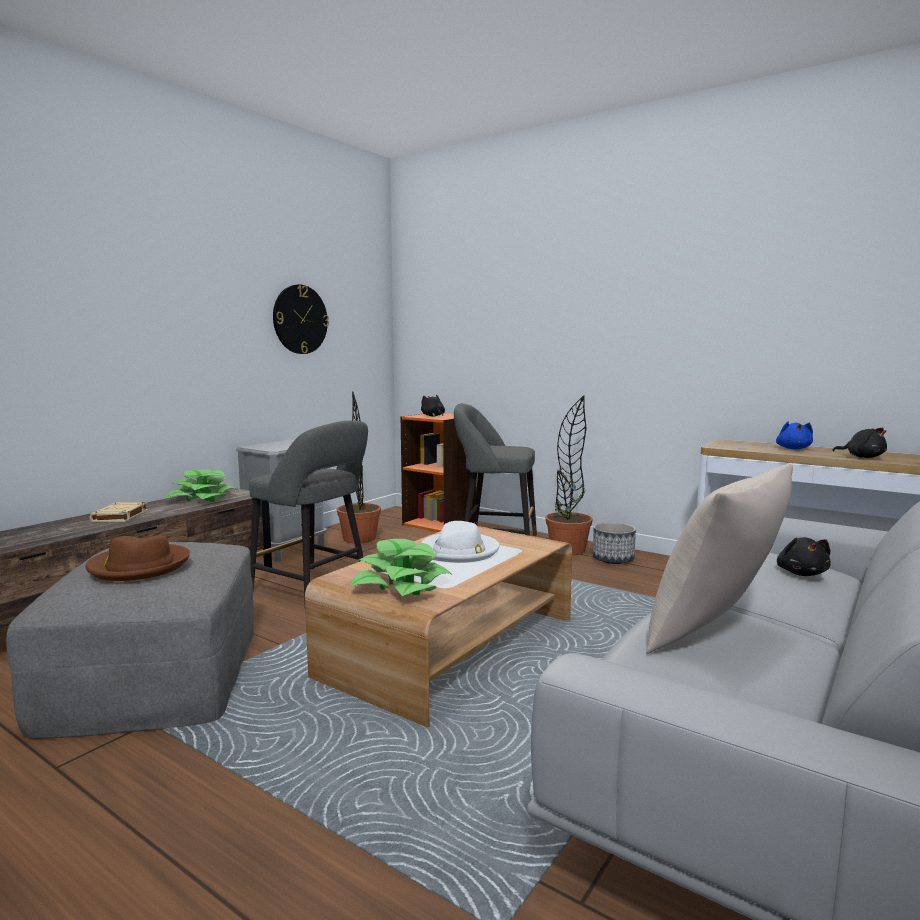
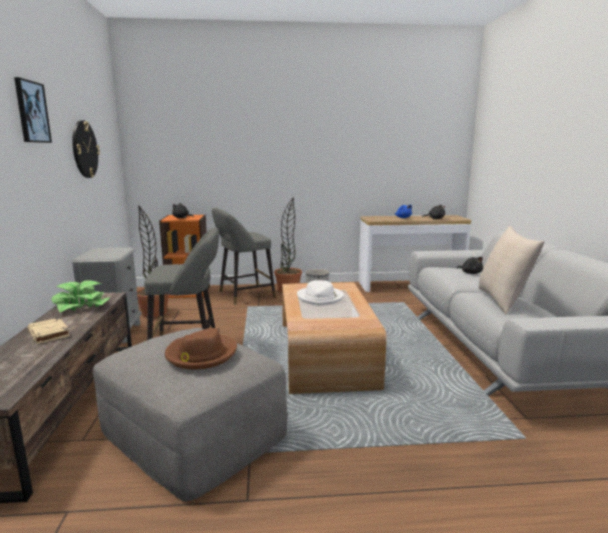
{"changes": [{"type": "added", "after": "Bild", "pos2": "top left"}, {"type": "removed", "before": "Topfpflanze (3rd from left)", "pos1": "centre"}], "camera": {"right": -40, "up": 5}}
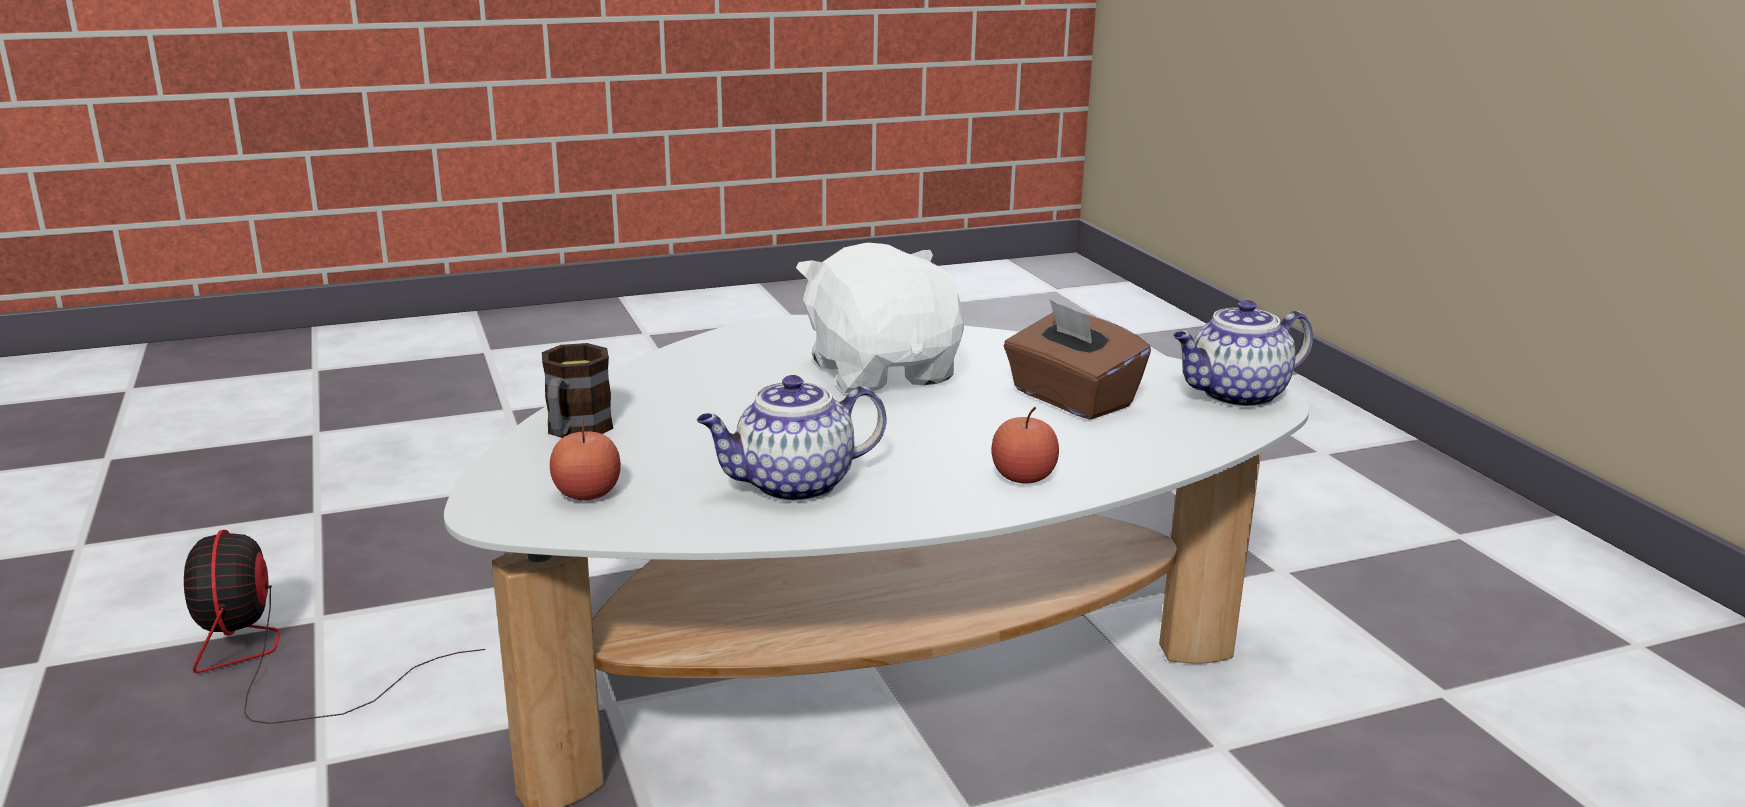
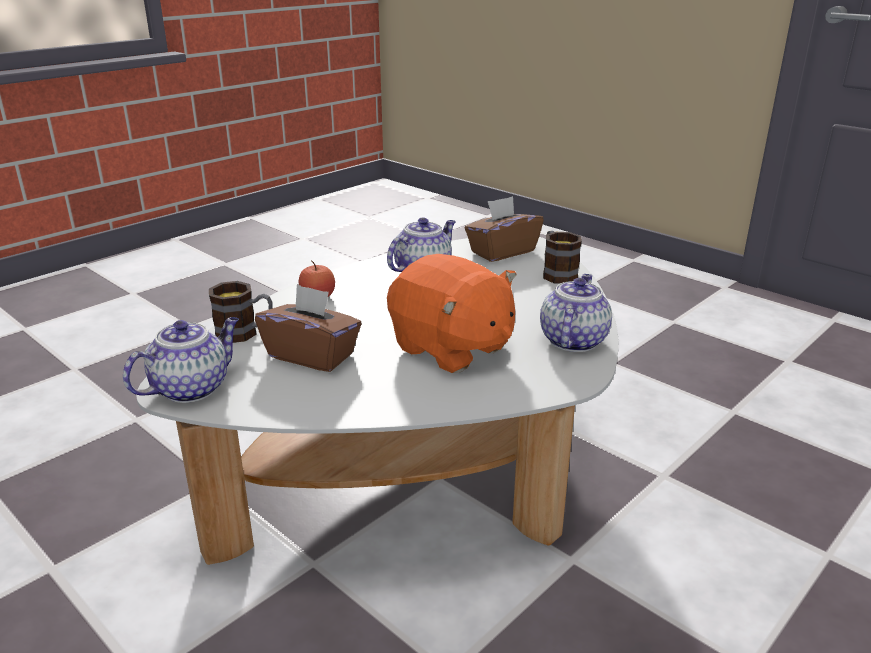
{"changes": [{"type": "added", "after": "Henkelbecher (1st from left)", "pos2": "middle left"}, {"type": "recoloured", "before": "Plüschtier [weiß]", "after": "Plüschtier [orange]", "pos1": "centre", "pos2": "centre"}, {"type": "replaced", "before": "Apfel (1st from left)", "after": "Taschentuchbox [braun] (2nd from left)", "pos1": "centre", "pos2": "centre"}, {"type": "added", "after": "Teekanne (3rd from left)", "pos2": "centre"}, {"type": "removed", "before": "Ventilator", "pos1": "bottom left"}], "camera": {"right": 155, "up": 5}}
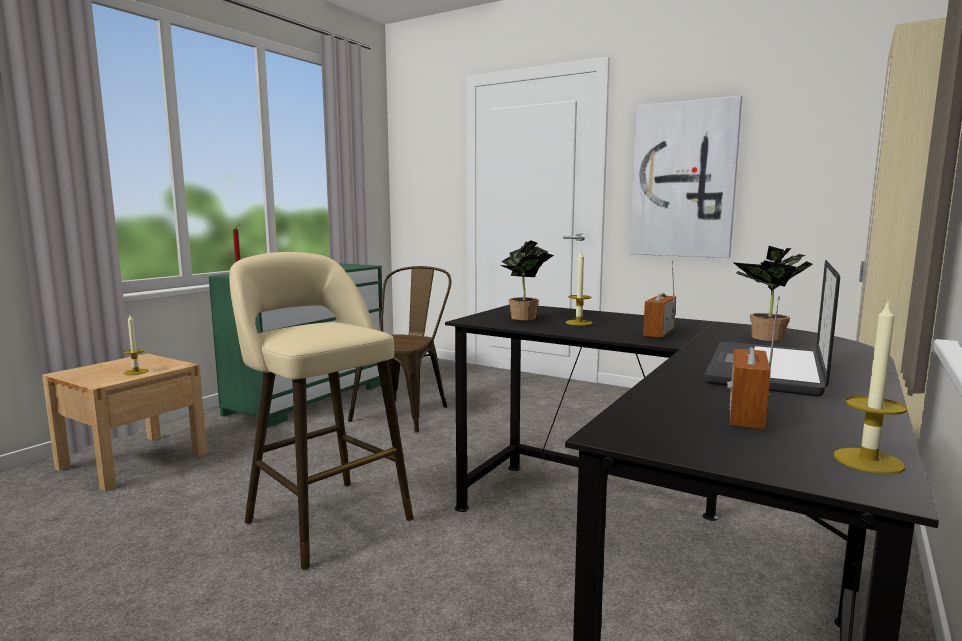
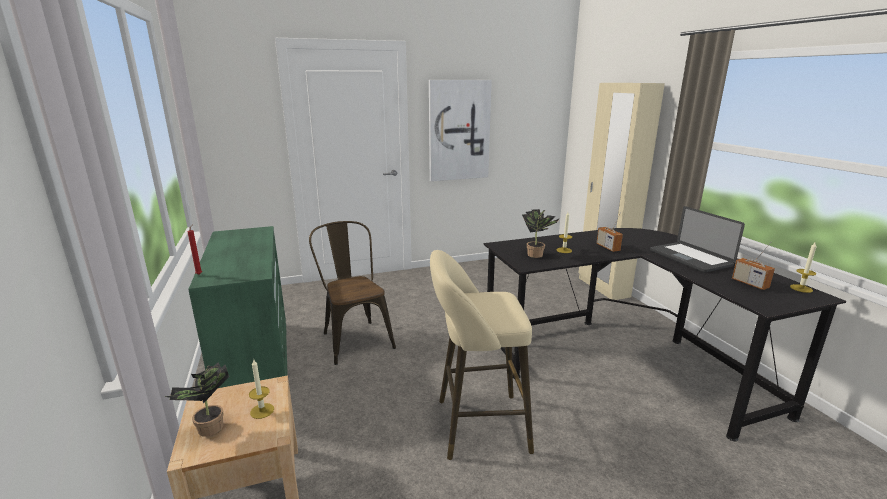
{"changes": [{"type": "moved", "before": "Topfpflanze (2nd from left in the first image)", "after": "Topfpflanze (1st from left)", "pos1": "middle right", "pos2": "bottom left"}], "camera": {"right": -50, "up": 10}}
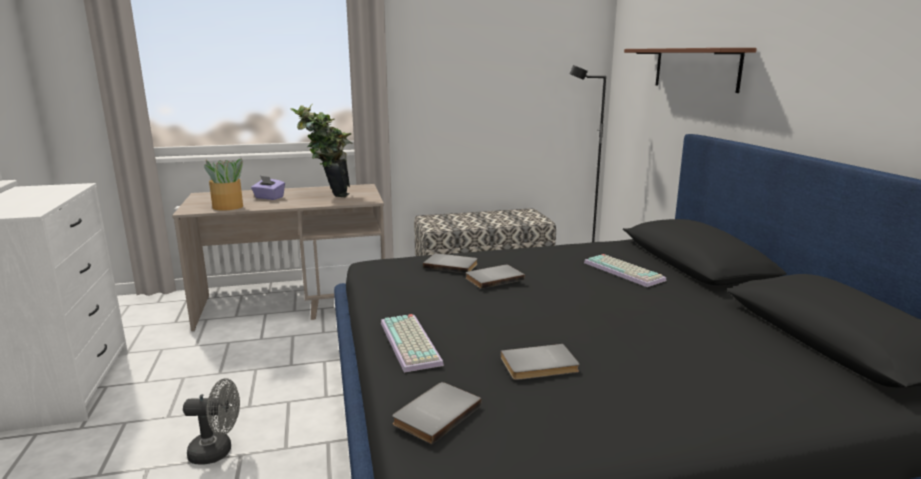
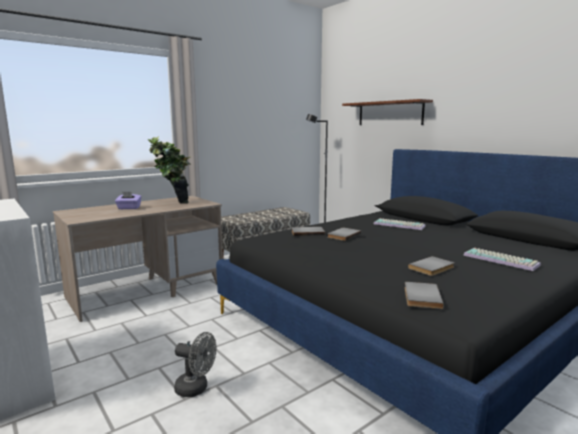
{"changes": [{"type": "turned", "before": "Ventilator [grau]", "pos1": "bottom left", "pos2": "bottom centre", "turn": 45}, {"type": "moved", "before": "Tastatur (1st from left in the first image)", "after": "Tastatur (2nd from left)", "pos1": "bottom centre", "pos2": "middle right"}, {"type": "removed", "before": "Topfpflanze (1st from left)", "pos1": "middle left"}], "camera": {"right": -25, "up": -5}}
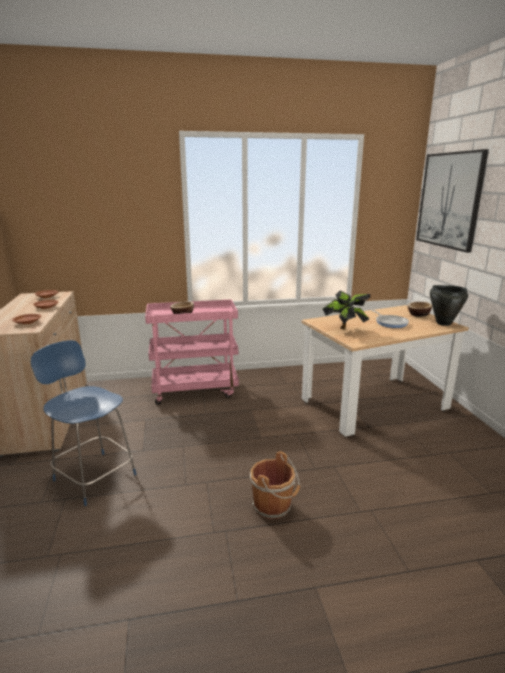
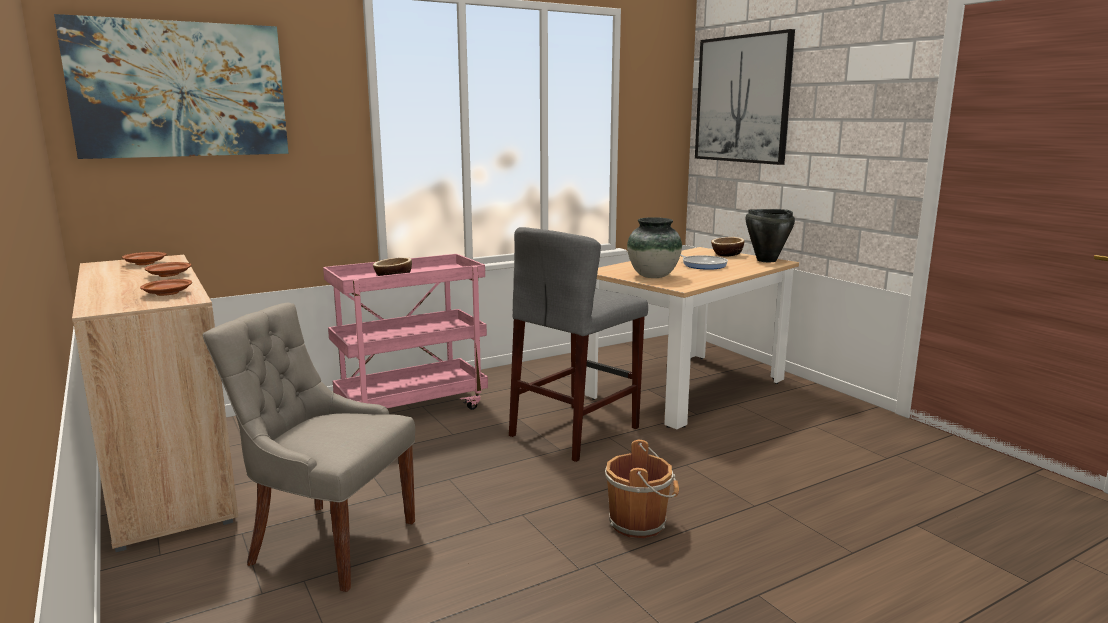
{"changes": [{"type": "added", "after": "Bild (1st from left)", "pos2": "top left"}, {"type": "replaced", "before": "Hocker [blau]", "after": "Stuhl [grau]", "pos1": "middle left", "pos2": "bottom left"}, {"type": "added", "after": "Hocker [grau]", "pos2": "centre"}, {"type": "replaced", "before": "Topfpflanze", "after": "Vase", "pos1": "middle right", "pos2": "centre"}], "camera": {"right": -20, "up": -5}}
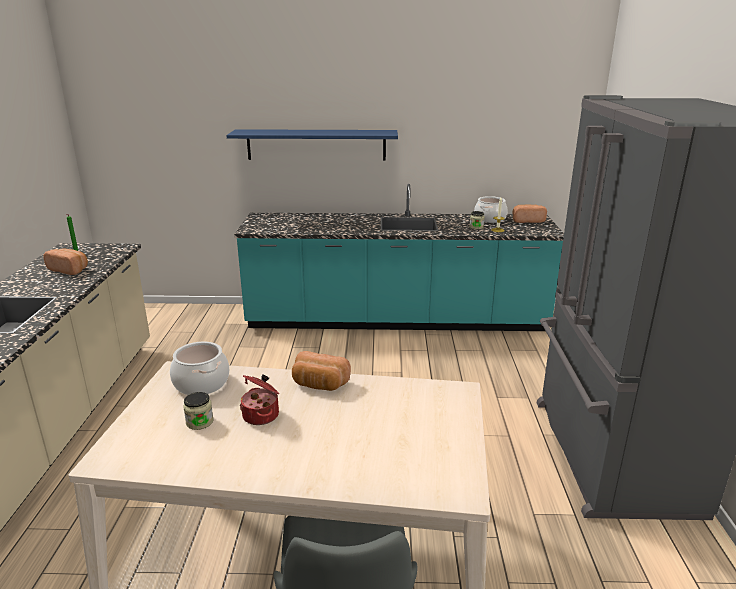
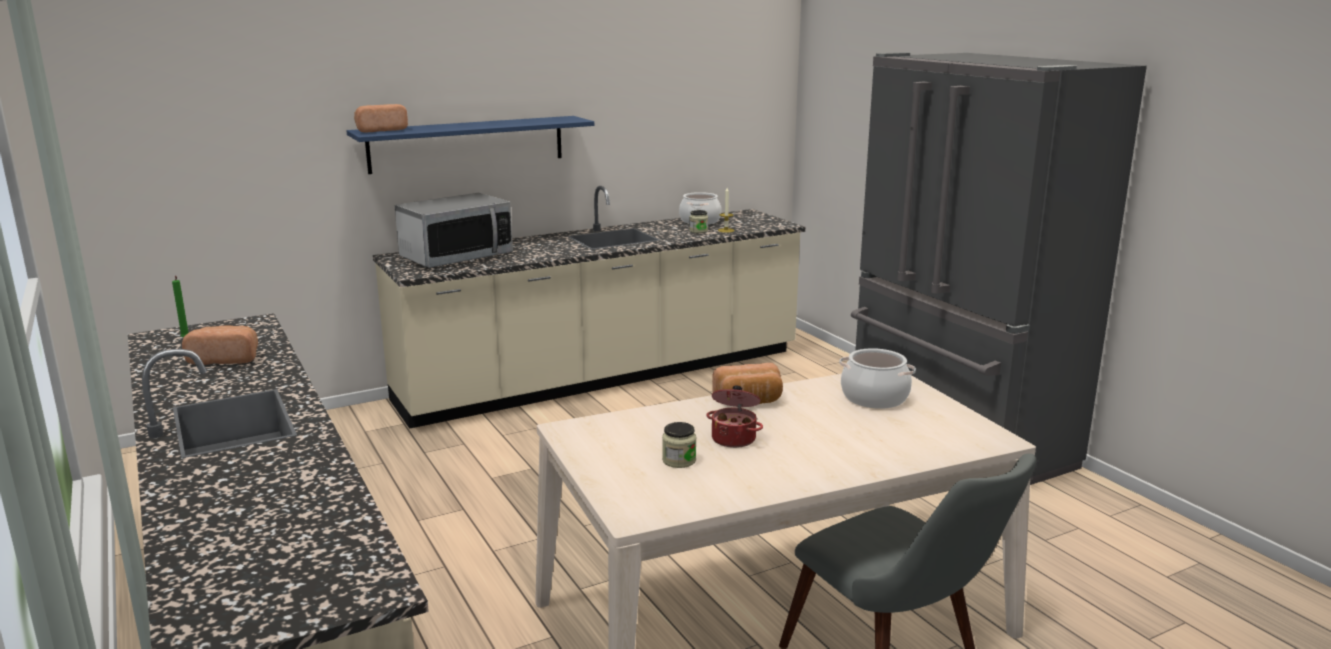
{"changes": [{"type": "moved", "before": "Brot (3rd from left in the first image)", "after": "Brot (2nd from left)", "pos1": "middle right", "pos2": "top left"}, {"type": "recoloured", "before": "Küchenzeile [türkis]", "after": "Küchenzeile [beige] (2nd from left)", "pos1": "centre", "pos2": "centre"}, {"type": "added", "after": "Mikrowelle", "pos2": "centre"}, {"type": "moved", "before": "Kochtopf (1st from left in the first image)", "after": "Kochtopf (3rd from left)", "pos1": "middle left", "pos2": "centre"}], "camera": {"right": -30, "up": -5}}
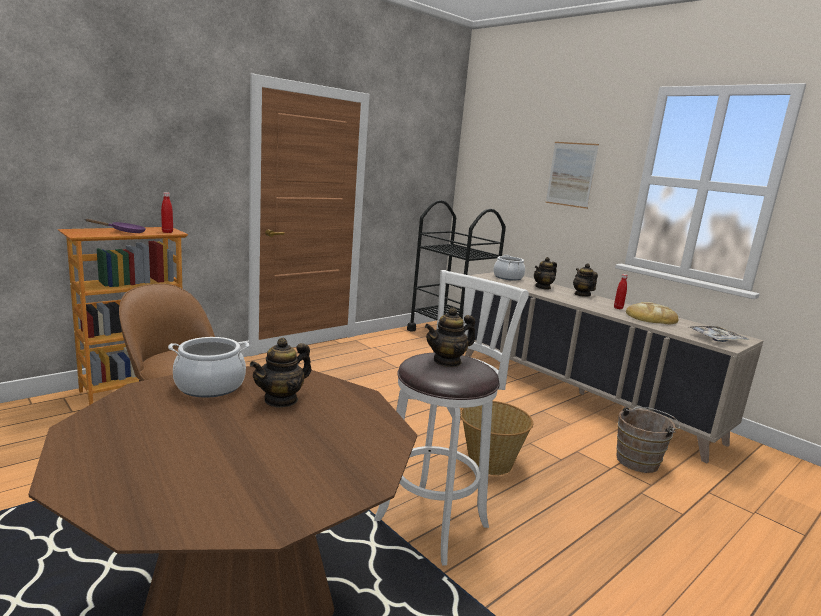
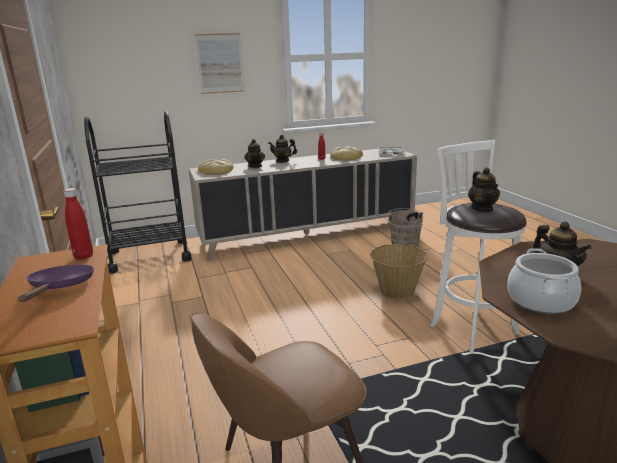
{"changes": [{"type": "replaced", "before": "Kochtopf (2nd from left)", "after": "Brot (1st from left)", "pos1": "centre", "pos2": "centre"}], "camera": {"right": -65, "up": 5}}
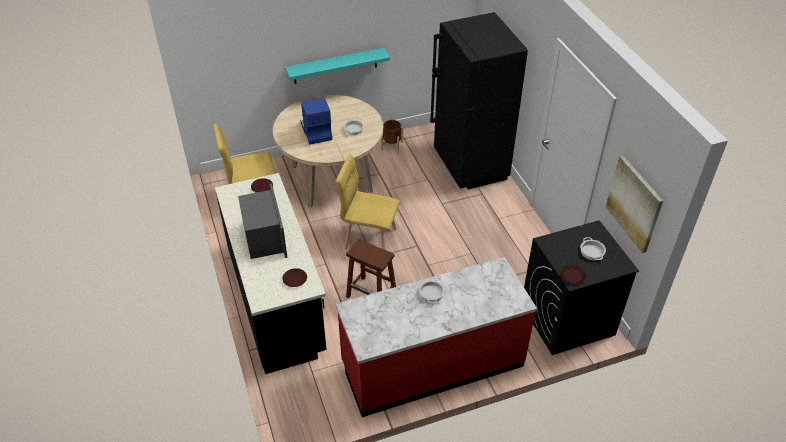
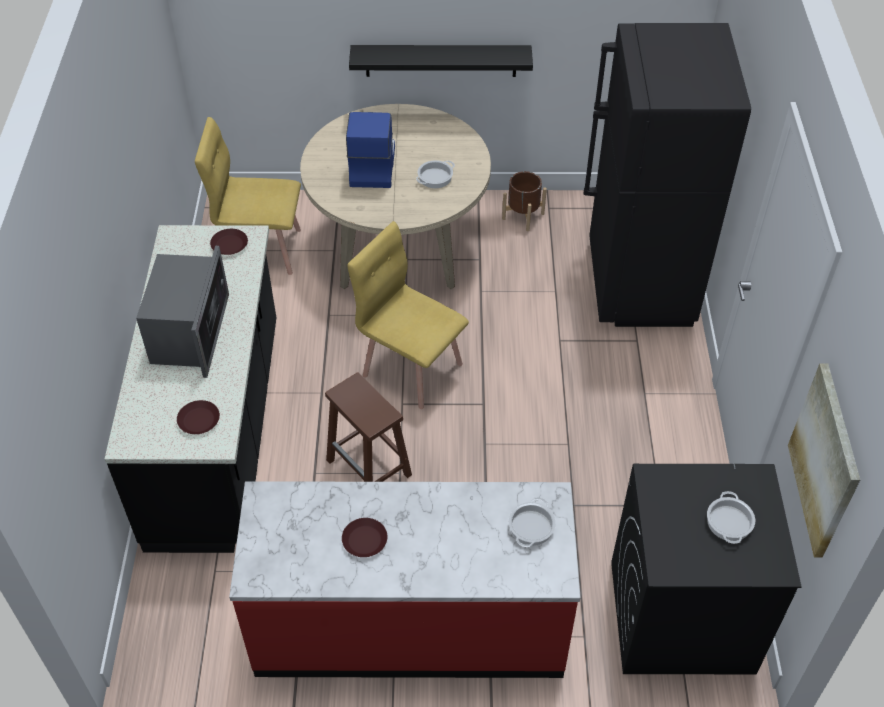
{"changes": [{"type": "moved", "before": "Teller [braun] (3rd from left)", "pos1": "middle right", "pos2": "bottom centre"}, {"type": "recoloured", "before": "Wandregal [türkis]", "after": "Wandregal [schwarz]", "pos1": "top centre", "pos2": "top centre"}, {"type": "moved", "before": "Kochtopf (2nd from left)", "pos1": "centre", "pos2": "bottom centre"}], "camera": {"right": 20, "up": 5}}
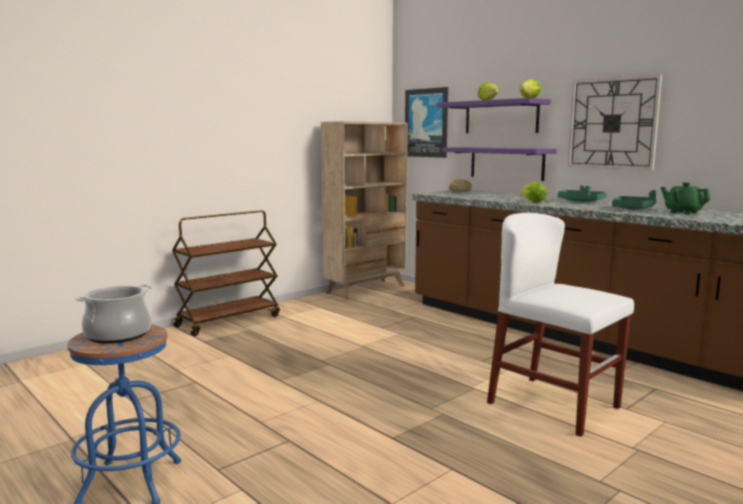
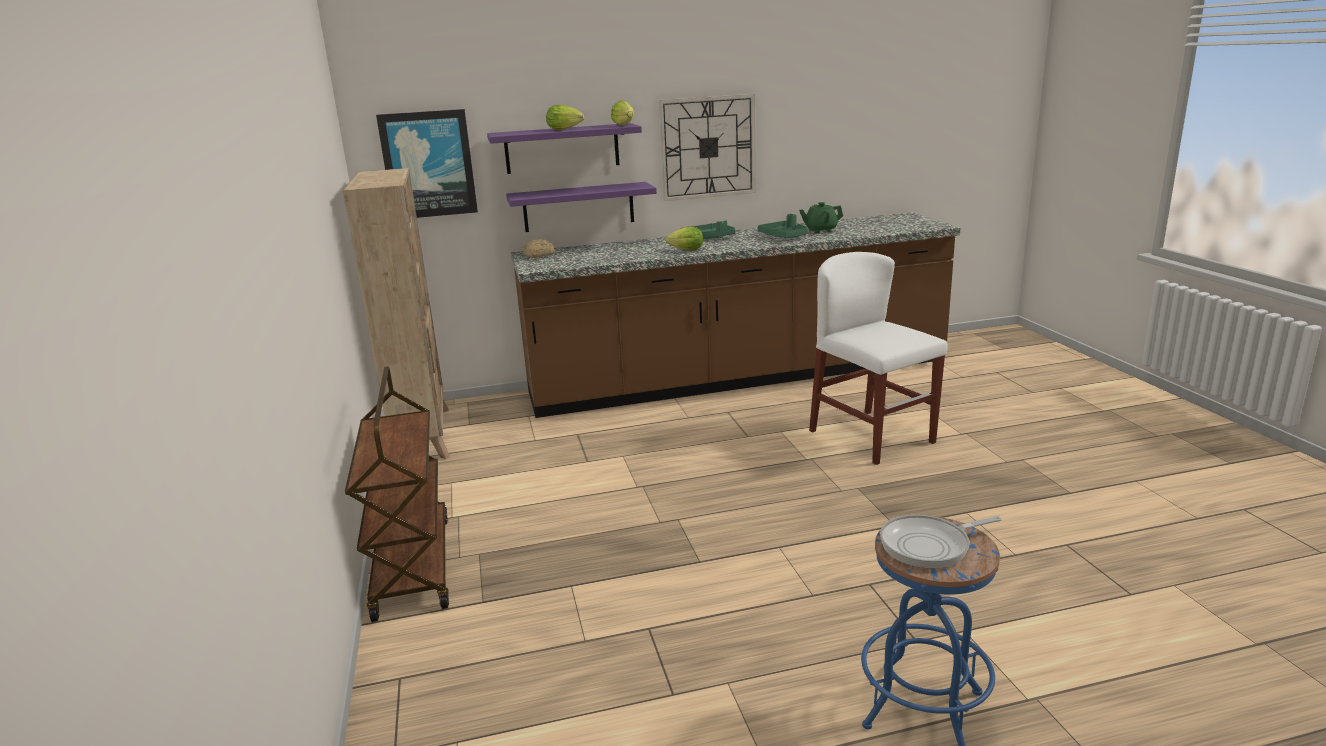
{"changes": [{"type": "turned", "before": "Stuhl [weiß]", "pos1": "middle right", "pos2": "centre", "turn": 75}, {"type": "replaced", "before": "Kochtopf", "after": "Pfanne", "pos1": "middle left", "pos2": "bottom right"}], "camera": {"right": -60, "up": 10}}
